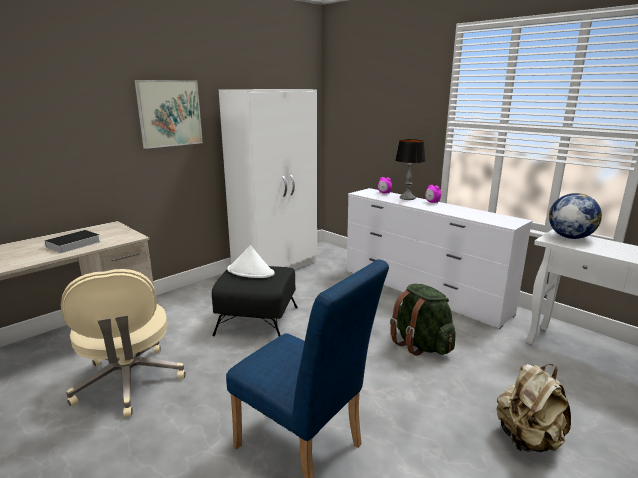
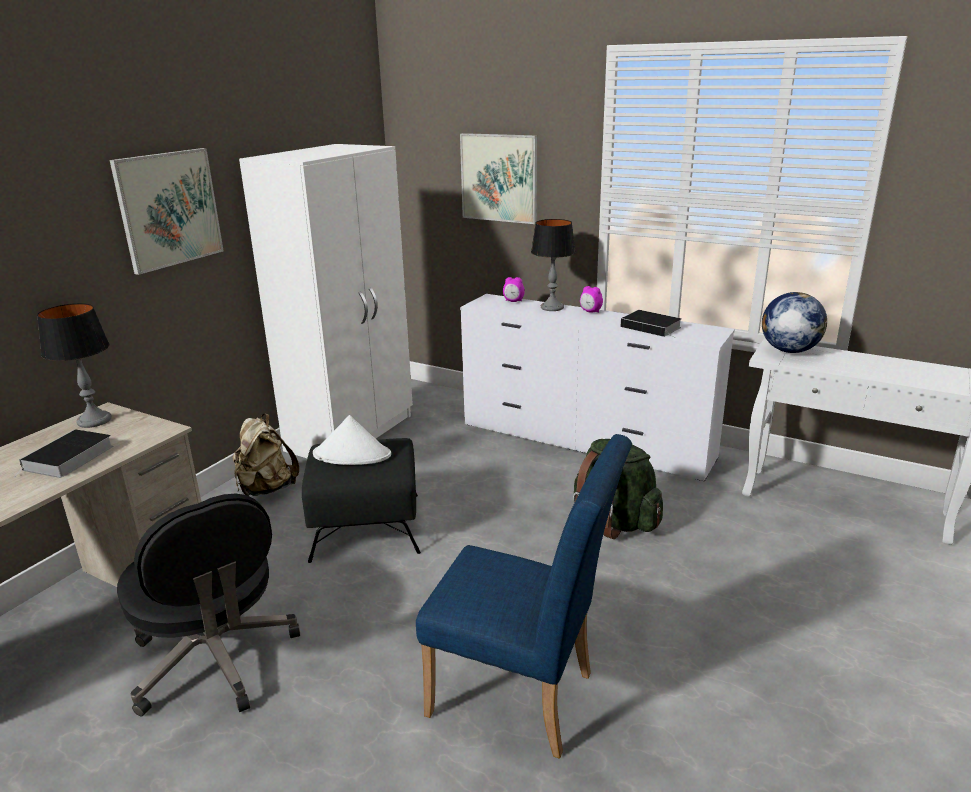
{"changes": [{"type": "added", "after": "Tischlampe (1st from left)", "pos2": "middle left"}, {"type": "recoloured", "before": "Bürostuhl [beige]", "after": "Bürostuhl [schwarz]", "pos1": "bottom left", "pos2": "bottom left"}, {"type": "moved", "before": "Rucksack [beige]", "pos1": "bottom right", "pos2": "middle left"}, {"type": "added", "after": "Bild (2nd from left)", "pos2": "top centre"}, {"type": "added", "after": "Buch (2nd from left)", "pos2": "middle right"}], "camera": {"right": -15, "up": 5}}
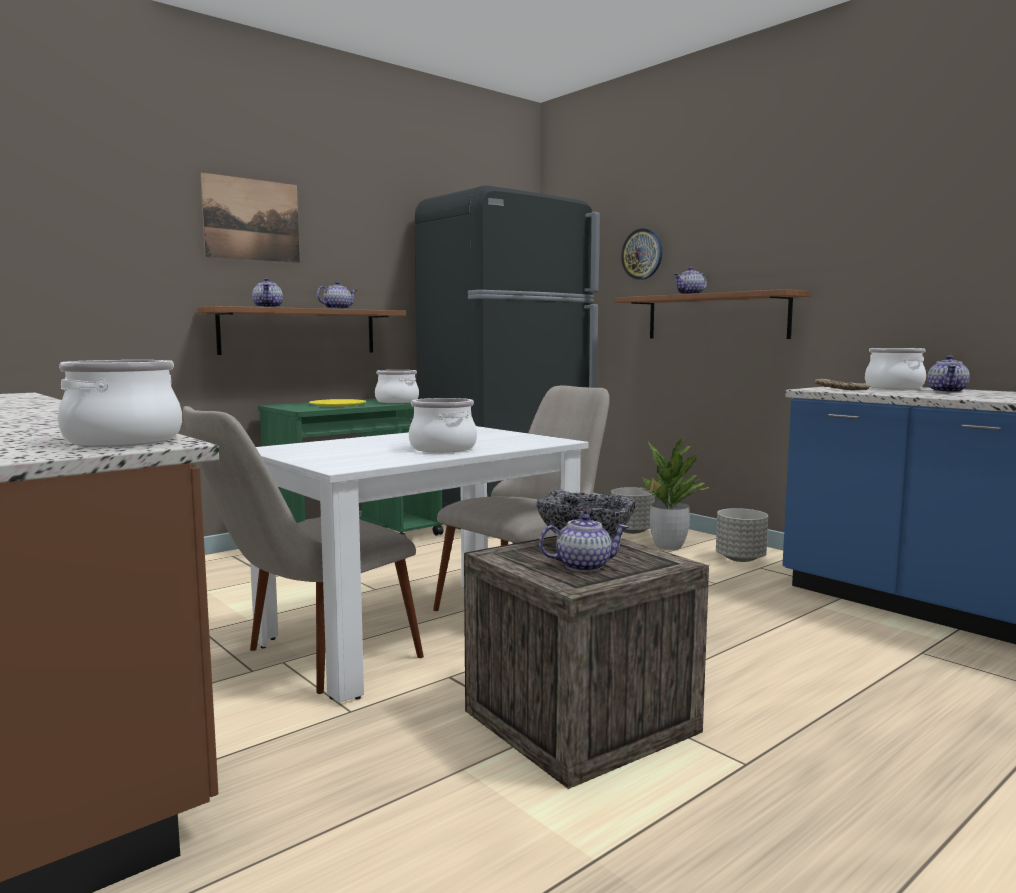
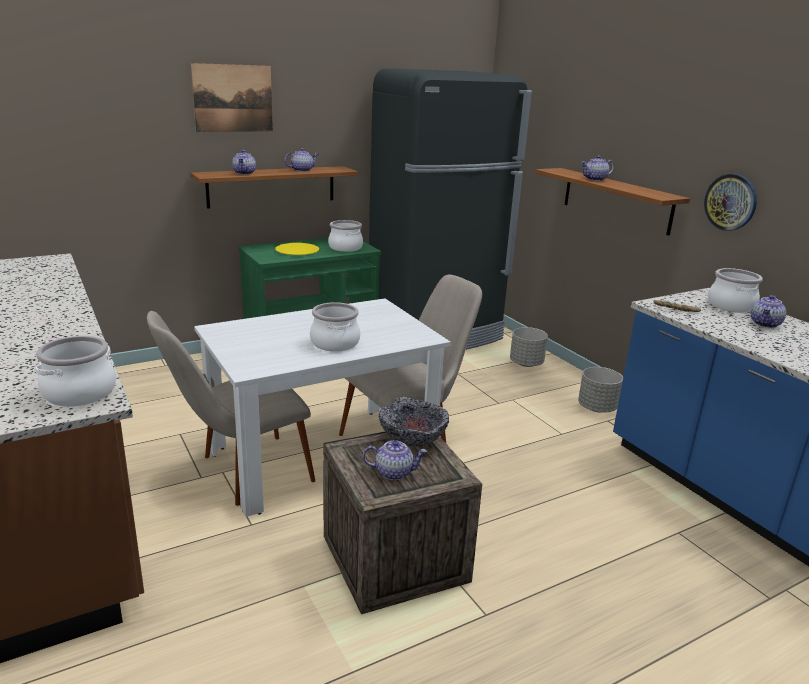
{"changes": [{"type": "moved", "before": "Wanduhr", "pos1": "top centre", "pos2": "top right"}, {"type": "removed", "before": "Topfpflanze", "pos1": "centre"}], "camera": {"right": 10, "up": 15}}
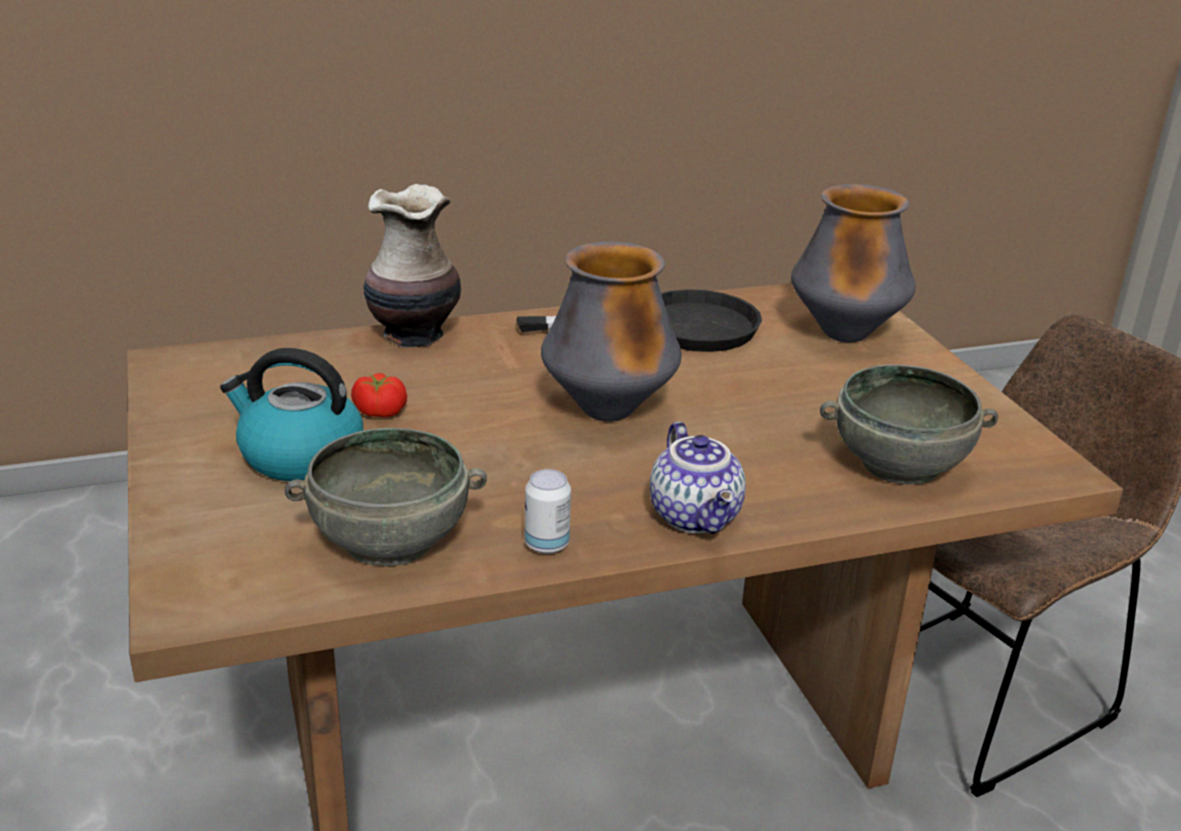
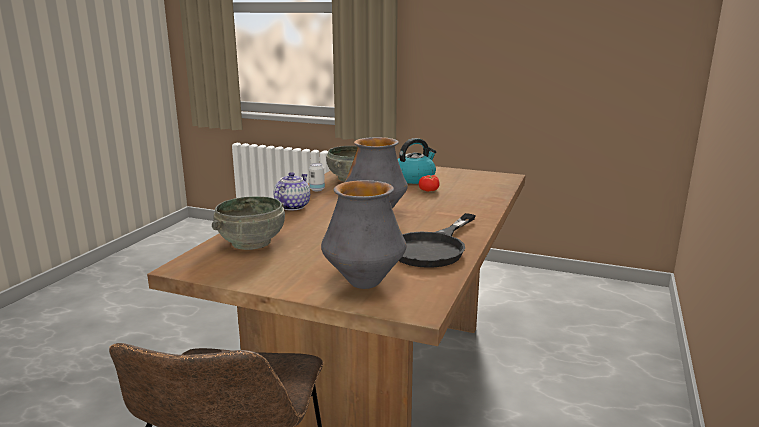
{"changes": [{"type": "turned", "before": "Teekanne", "pos1": "centre", "pos2": "centre", "turn": 90}, {"type": "removed", "before": "Vase (1st from left)", "pos1": "top centre"}], "camera": {"right": 130, "up": -10}}
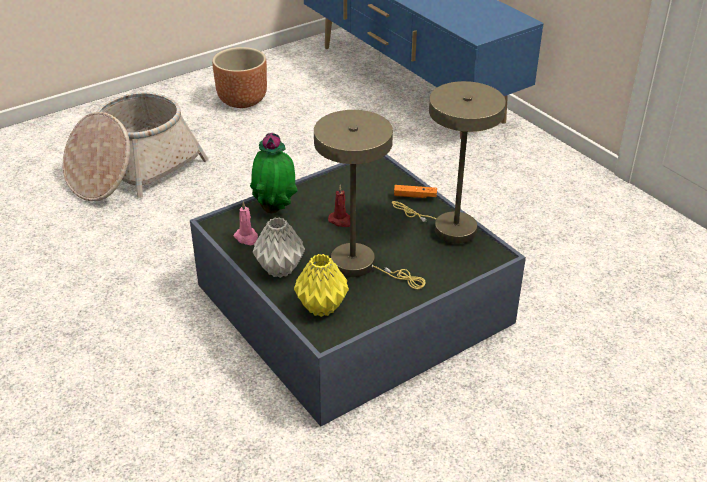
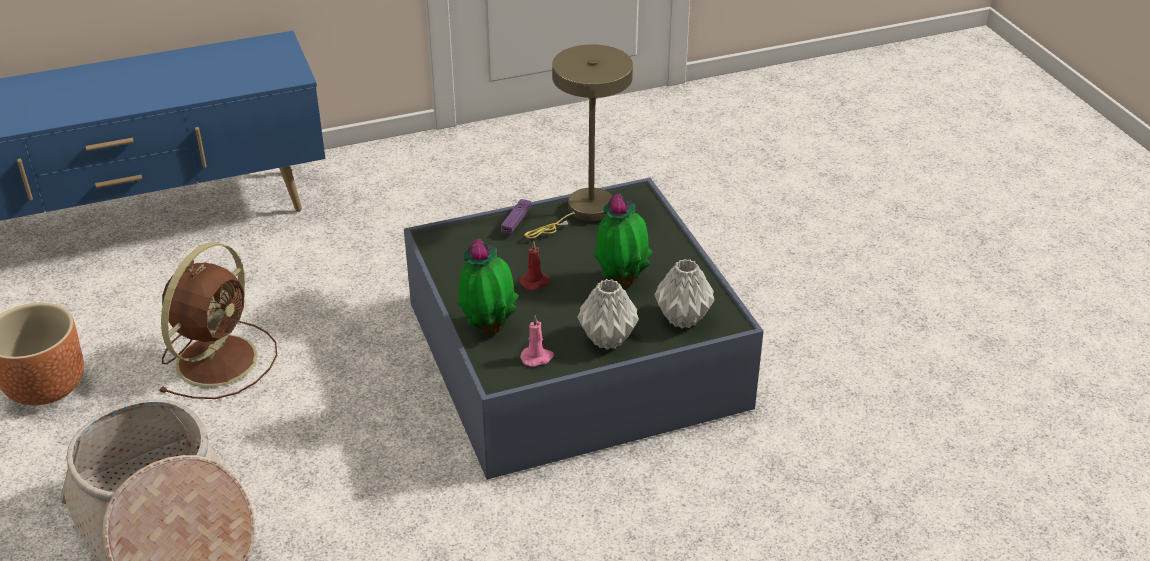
{"changes": [{"type": "added", "after": "Ventilator [braun]", "pos2": "middle left"}, {"type": "recoloured", "before": "Gamepad [orange]", "after": "Gamepad [lila]", "pos1": "centre", "pos2": "centre"}, {"type": "replaced", "before": "Tischlampe [beige] (1st from left)", "after": "Topfpflanze (2nd from left)", "pos1": "centre", "pos2": "centre"}, {"type": "recoloured", "before": "Vase [gelb]", "after": "Vase [grau] (2nd from left)", "pos1": "centre", "pos2": "centre"}], "camera": {"right": -75, "up": 0}}
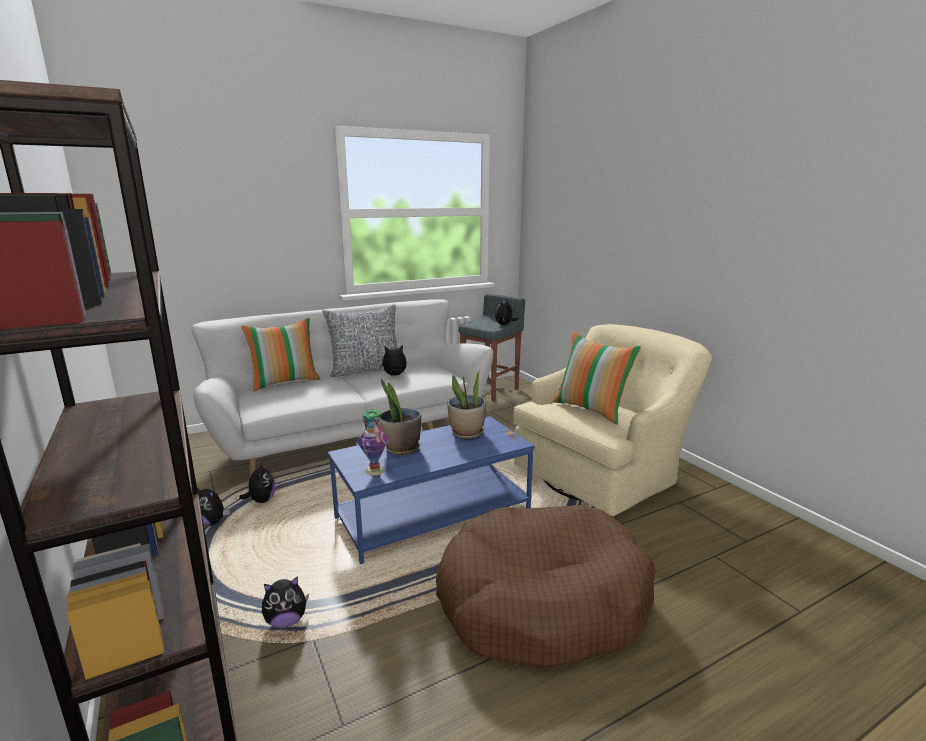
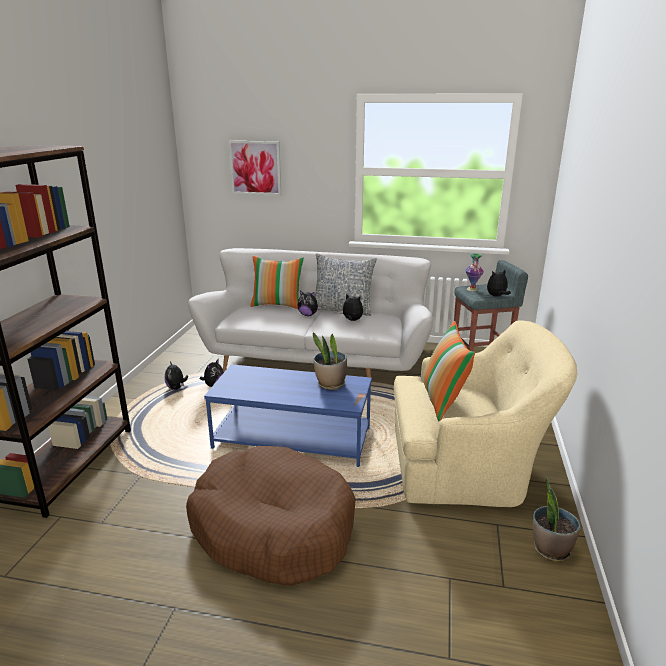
{"changes": [{"type": "added", "after": "Bild", "pos2": "top centre"}, {"type": "moved", "before": "Plüschtier (3rd from left)", "pos1": "bottom left", "pos2": "centre"}, {"type": "moved", "before": "Vase", "pos1": "centre", "pos2": "middle right"}, {"type": "moved", "before": "Topfpflanze (1st from left in the first image)", "after": "Topfpflanze (2nd from left)", "pos1": "centre", "pos2": "bottom right"}], "camera": {"right": 40, "up": 5}}
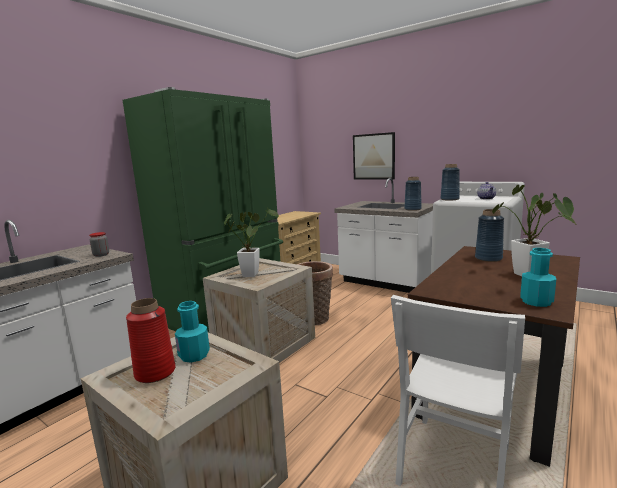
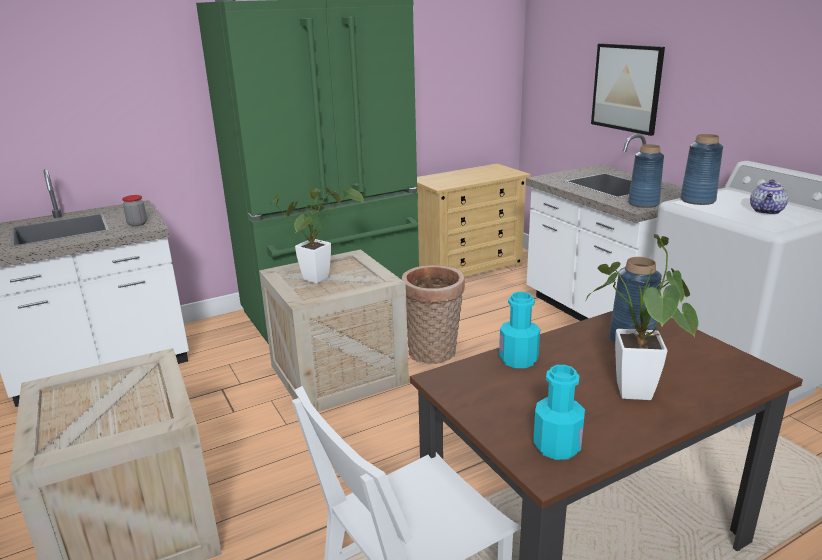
{"changes": [{"type": "moved", "before": "Flasche [türkis] (1st from left)", "pos1": "bottom left", "pos2": "centre"}, {"type": "removed", "before": "Vase [rot]", "pos1": "bottom left"}], "camera": {"right": 25, "up": 10}}
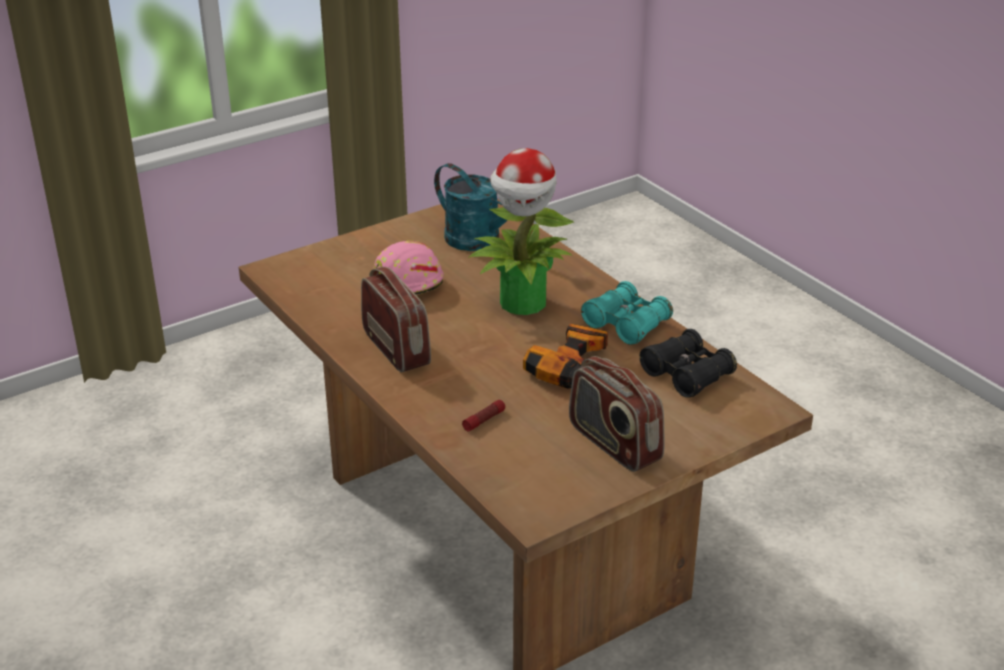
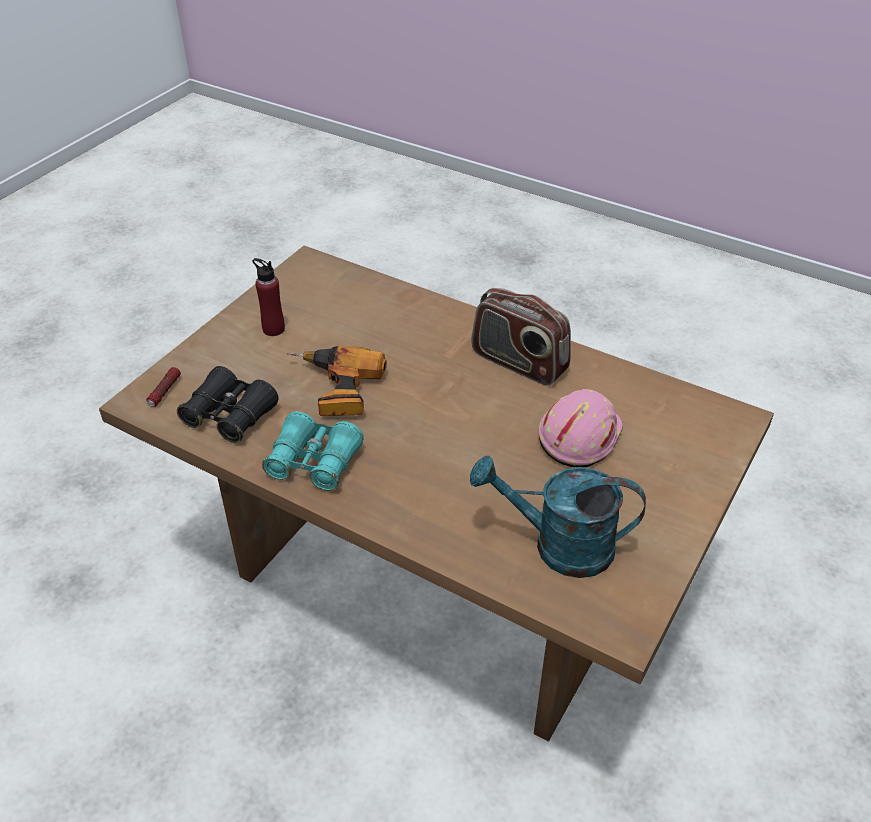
{"changes": [{"type": "moved", "before": "Taschenlampe", "pos1": "centre", "pos2": "middle left"}, {"type": "replaced", "before": "Radio (2nd from left)", "after": "Flasche [rot]", "pos1": "centre", "pos2": "middle left"}, {"type": "removed", "before": "Topfpflanze", "pos1": "centre"}], "camera": {"right": 155, "up": 10}}
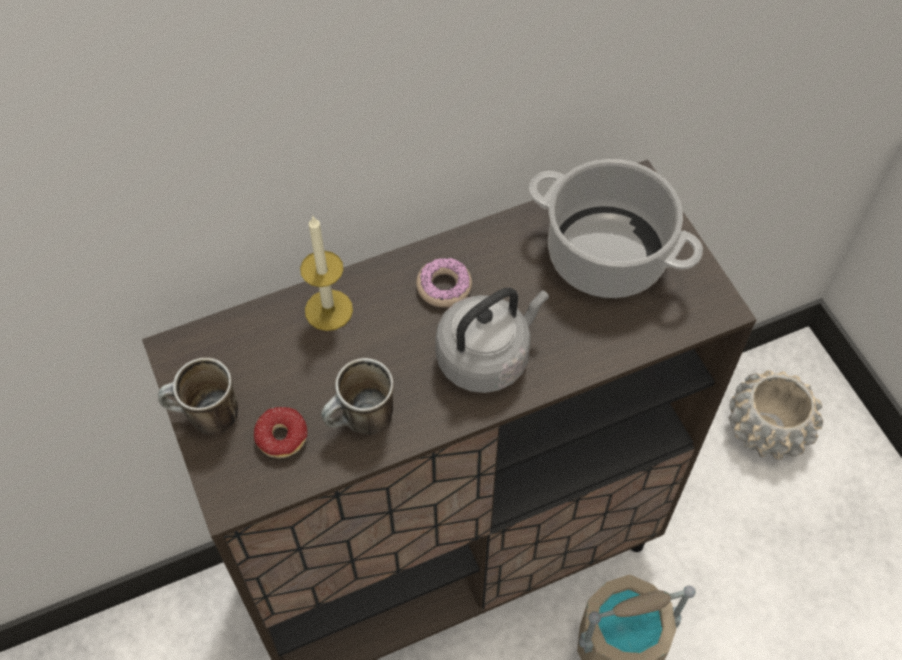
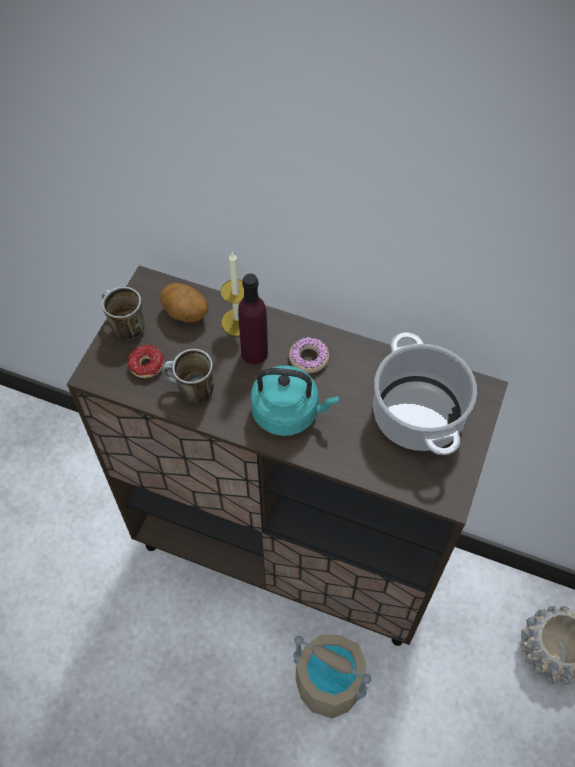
{"changes": [{"type": "added", "after": "Kartoffel", "pos2": "middle left"}, {"type": "added", "after": "Flasche [lila]", "pos2": "centre"}, {"type": "recoloured", "before": "Wasserkessel [grau]", "after": "Wasserkessel [türkis]", "pos1": "centre", "pos2": "centre"}], "camera": {"right": 45, "up": 0}}
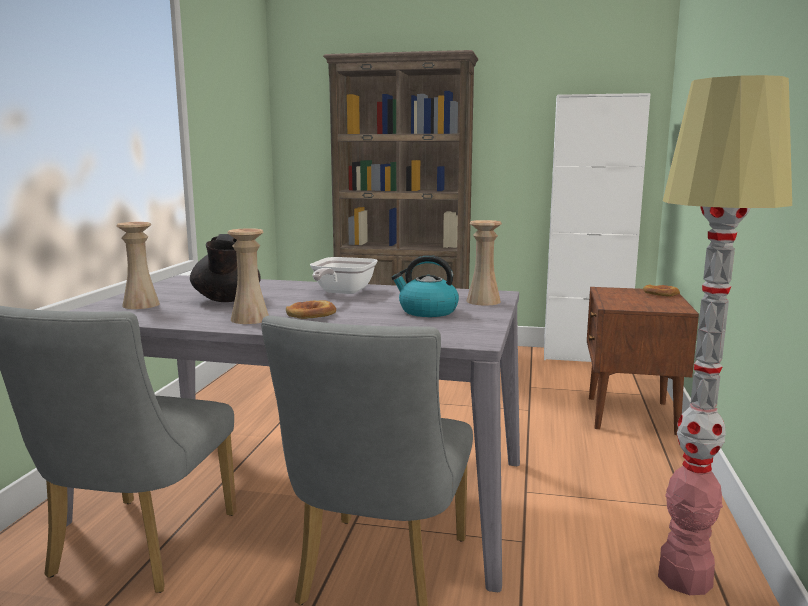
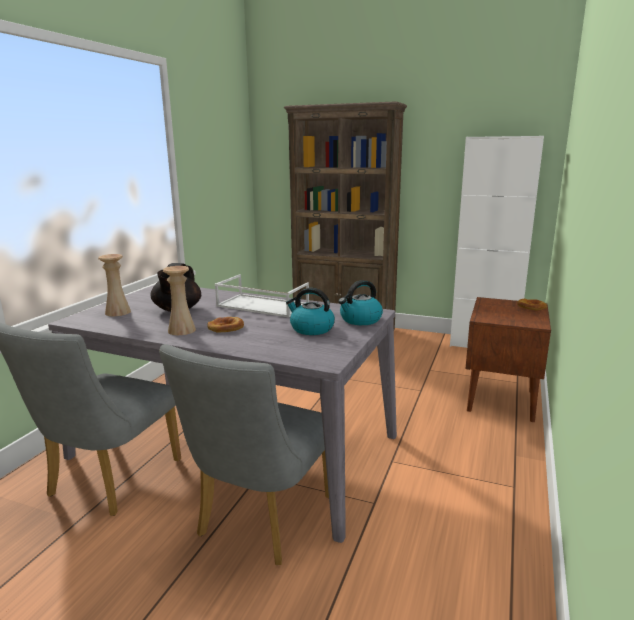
{"changes": [{"type": "replaced", "before": "Pfanne", "after": "Tablett [weiß]", "pos1": "centre", "pos2": "centre"}, {"type": "replaced", "before": "Vase [beige] (3rd from left)", "after": "Wasserkessel (2nd from left)", "pos1": "centre", "pos2": "centre"}, {"type": "removed", "before": "Stehlampe", "pos1": "middle right"}], "camera": {"right": 10, "up": 5}}
